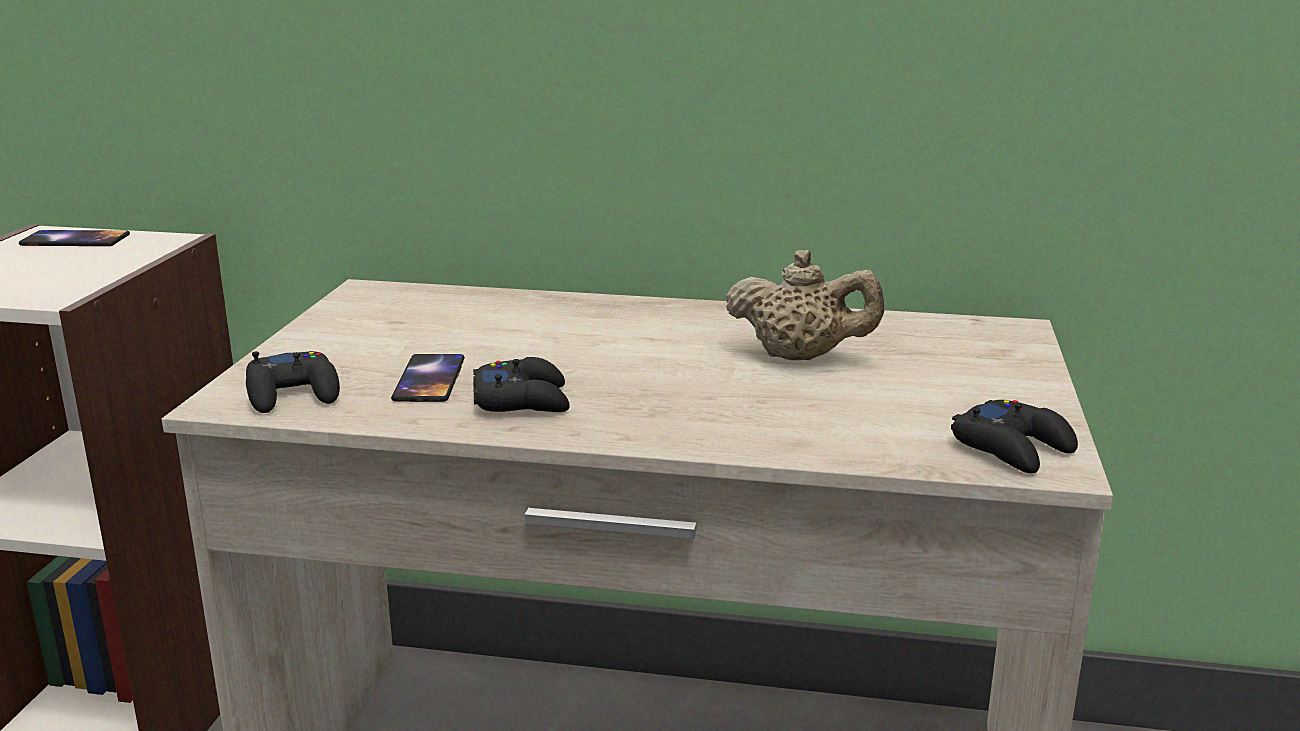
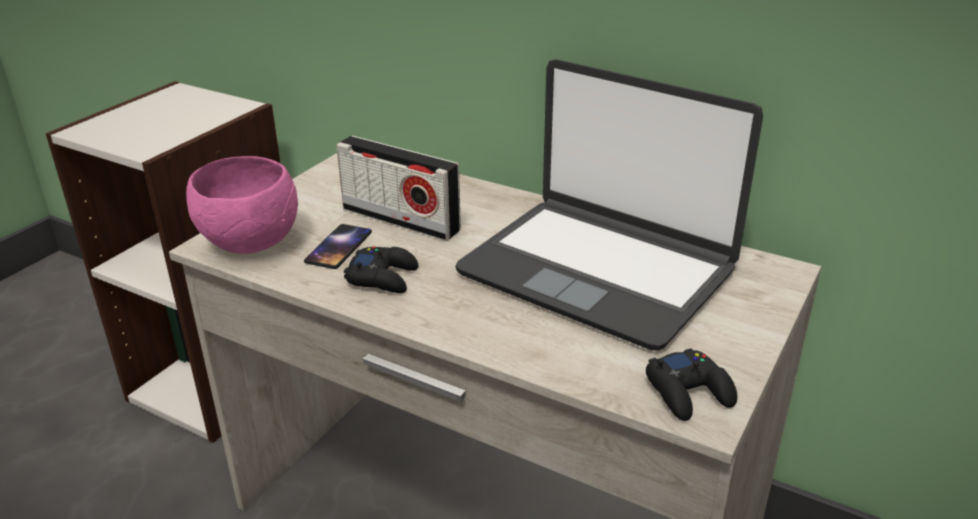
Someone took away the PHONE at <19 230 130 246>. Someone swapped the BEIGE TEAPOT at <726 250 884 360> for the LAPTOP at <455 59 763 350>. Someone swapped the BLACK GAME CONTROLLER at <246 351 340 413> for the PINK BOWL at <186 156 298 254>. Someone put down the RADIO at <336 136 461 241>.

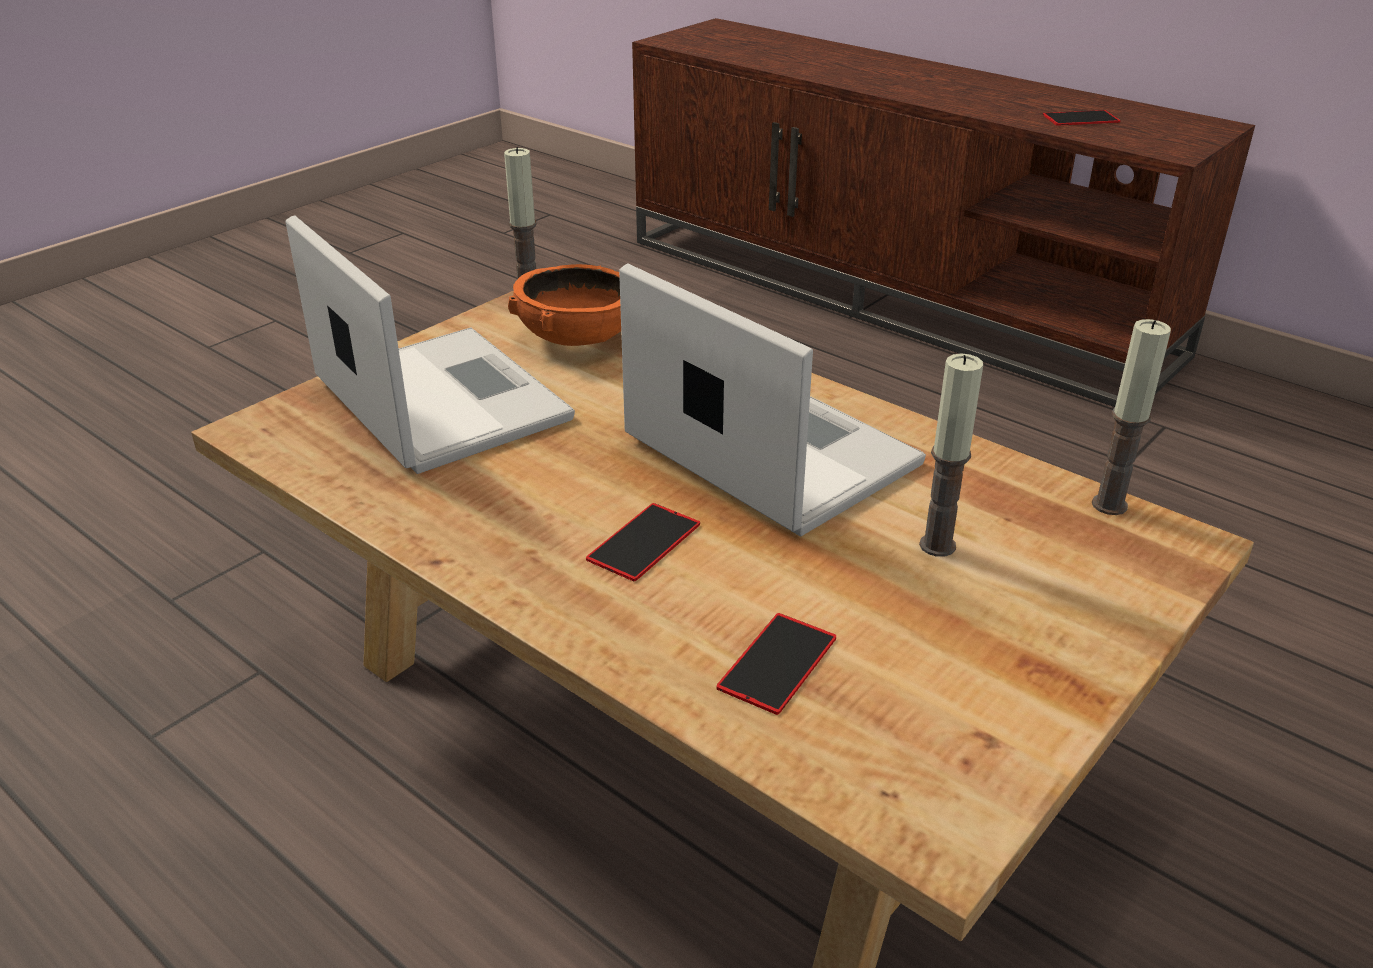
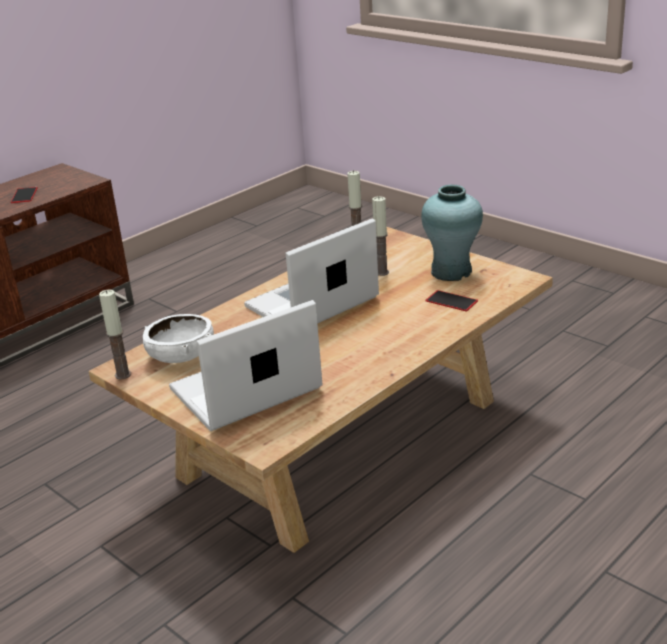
Someone repainted the ORANGE BOWL at <508 264 621 346>, which became the WHITE BOWL at <143 314 214 363>. Someone took away the PHONE at <586 503 700 581>. Someone put down the TURQUOISE VASE at <421 185 483 281>.

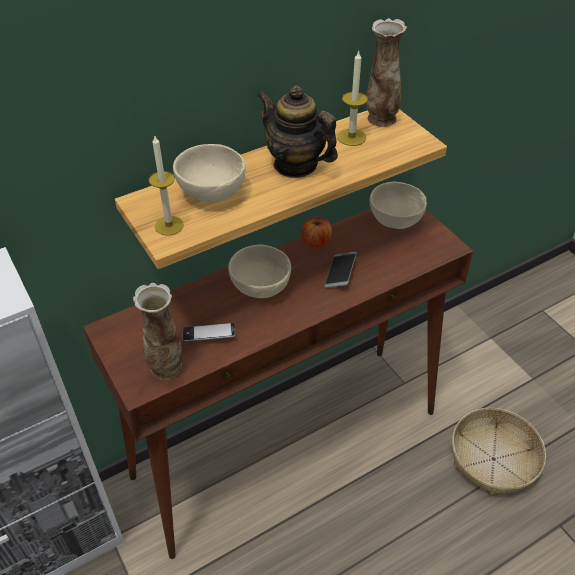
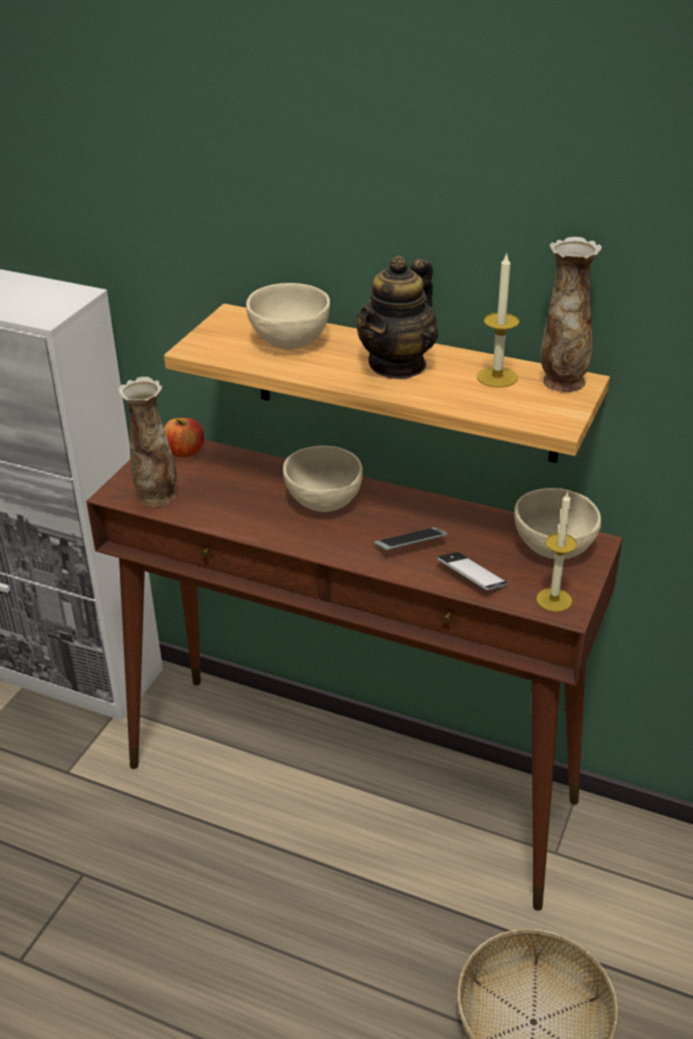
Someone rotated the TEAPOT at <258 86 338 178> by 150 degrees counterclockwise. Someone carried the CANDLE from <149 136 184 236> to <536 492 577 612>. Someone carried the APPLE from <301 217 332 249> to <164 418 204 457>. Someone carried the PHONE from <183 323 235 342> to <437 552 508 591>.

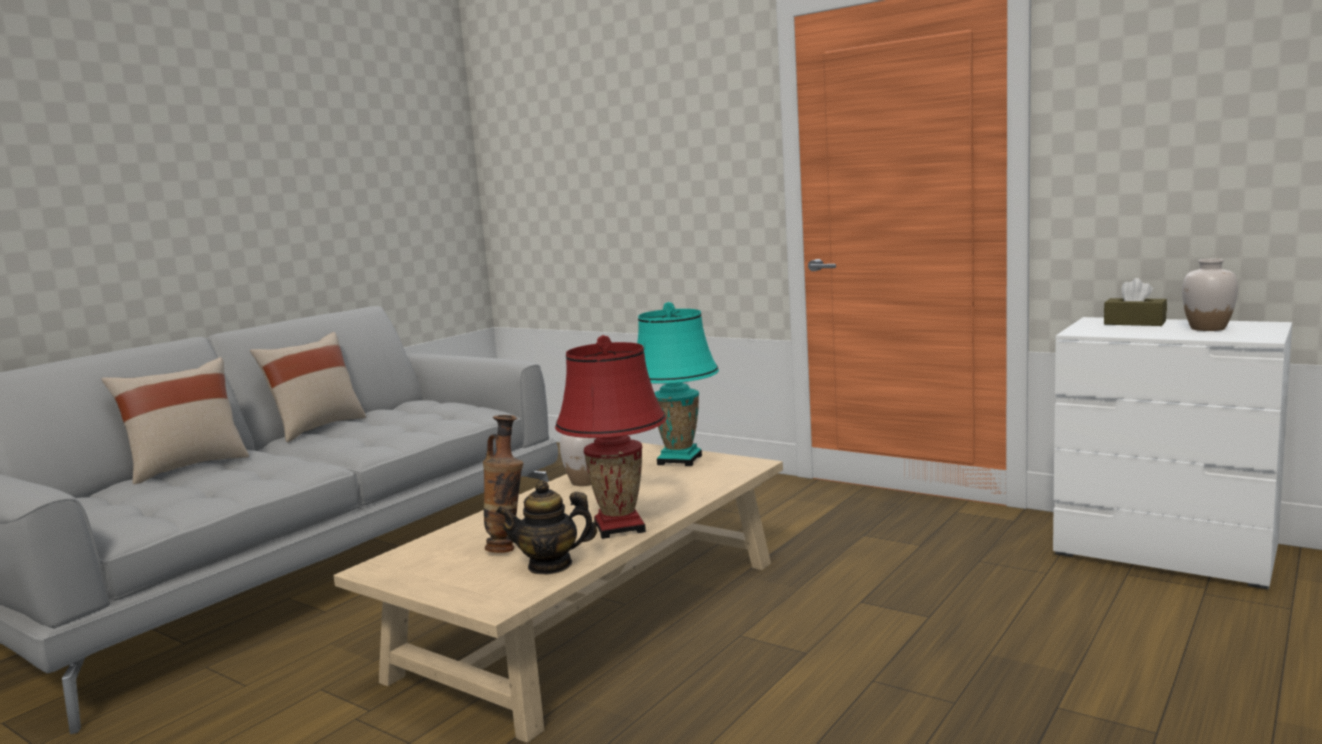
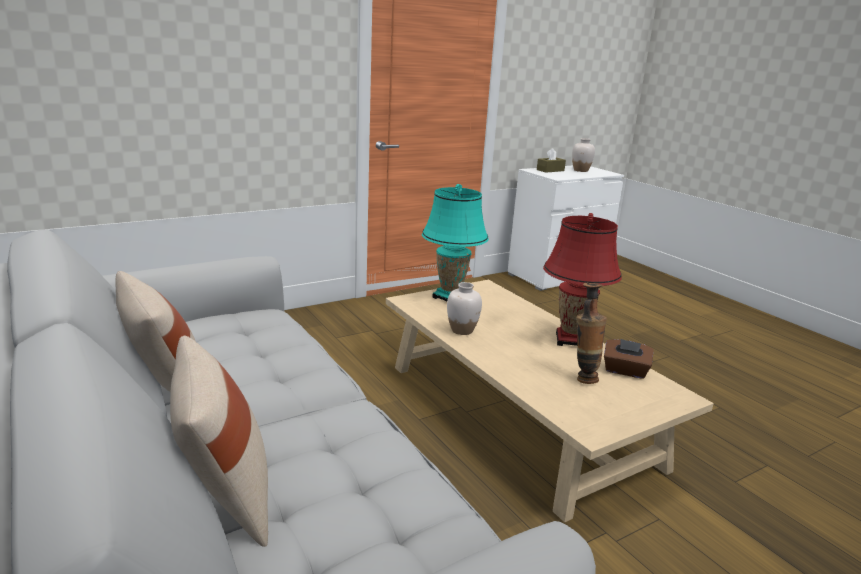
Someone swapped the TEAPOT at <496 480 597 575> for the BROWN TISSUE BOX at <604 339 654 379>.

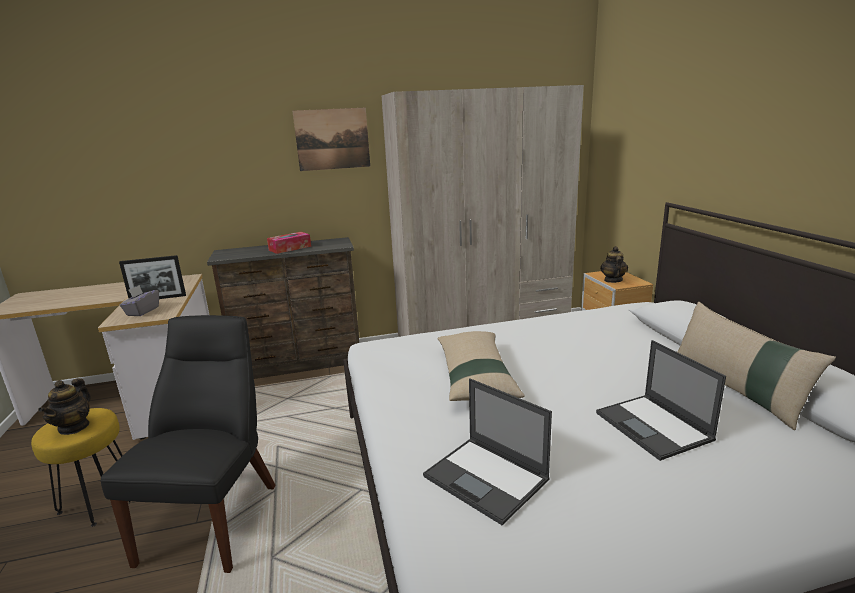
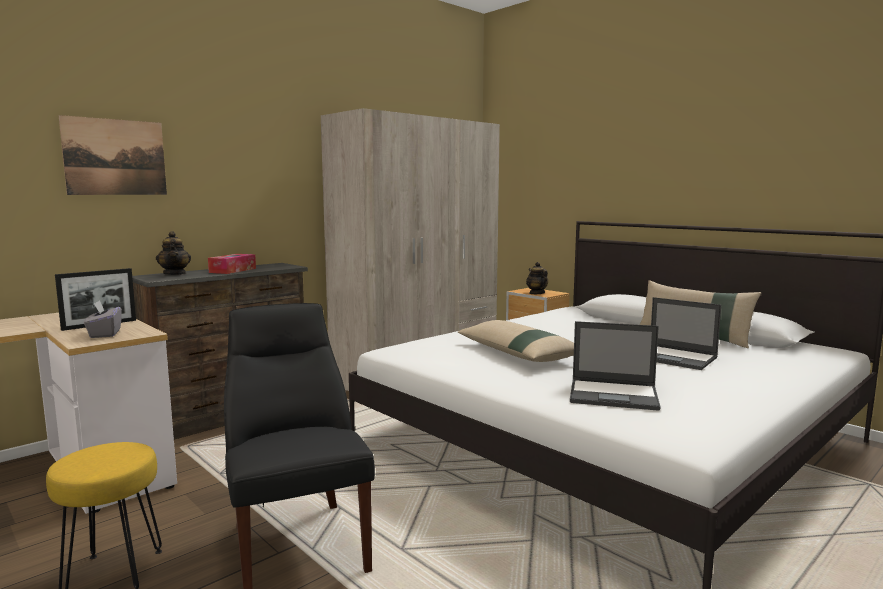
Someone carried the PICTURE from <292 108 370 171> to <58 115 167 195>. Someone carried the TEAPOT from <38 378 91 435> to <156 231 191 275>.

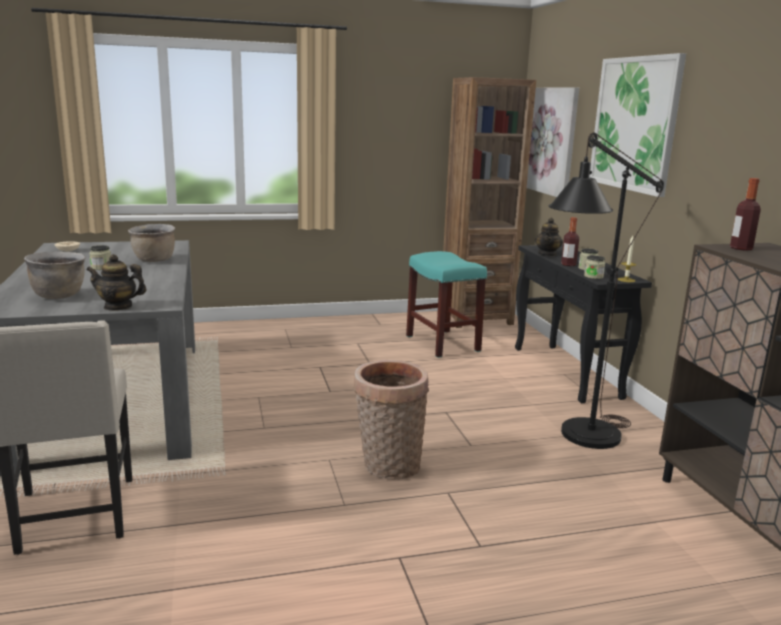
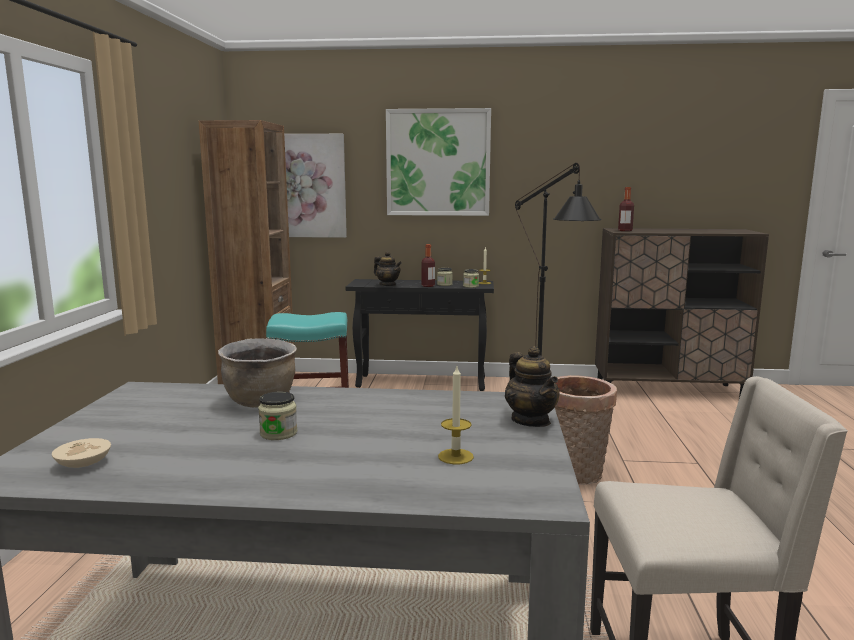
Someone swapped the BROWN COOKING POT at <24 252 86 299> for the CANDLE at <438 366 474 464>. Someone rotated the TEAPOT at <86 254 147 311> by 45 degrees counterclockwise.

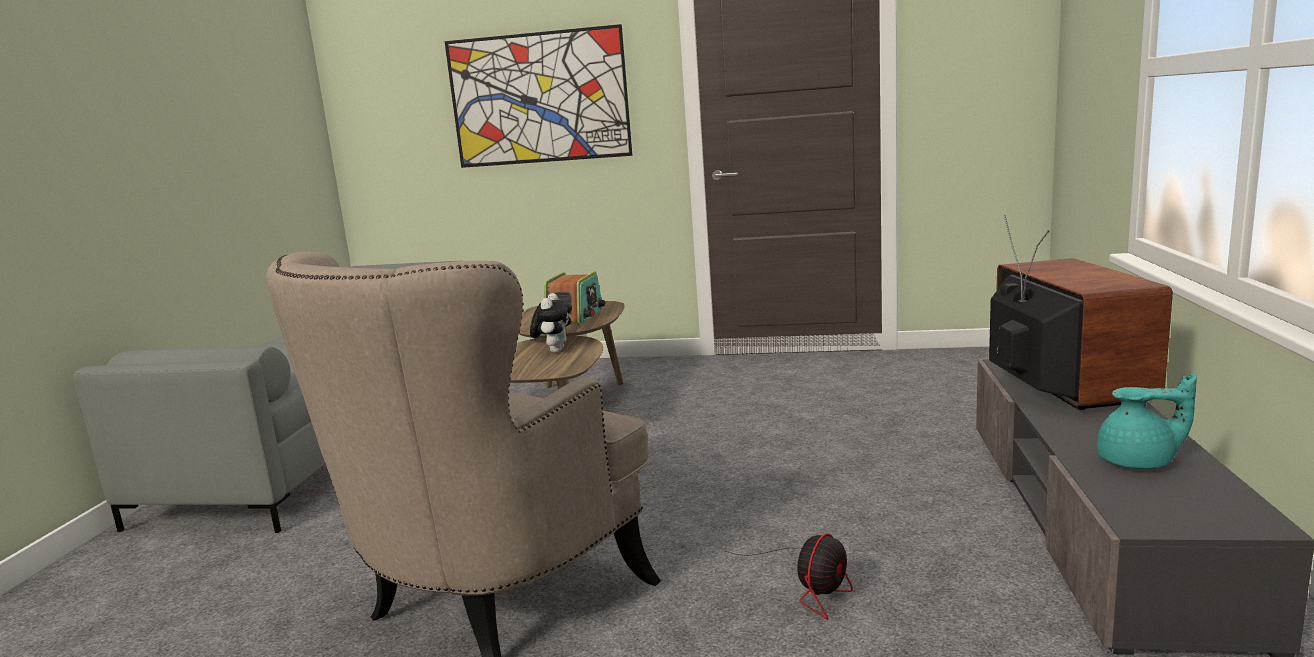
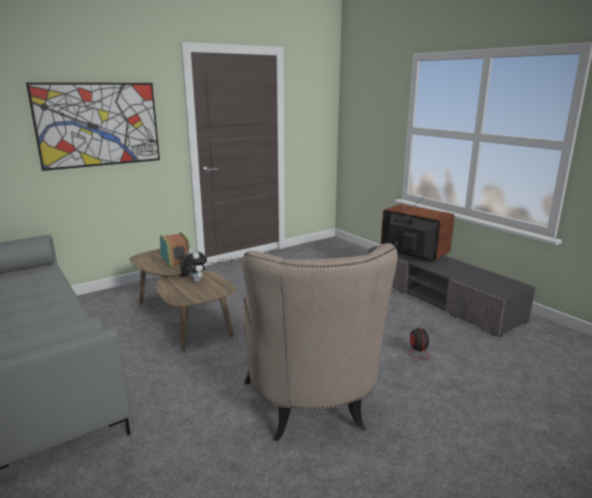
Someone took away the TURQUOISE TEAPOT at <1097 373 1197 469>.

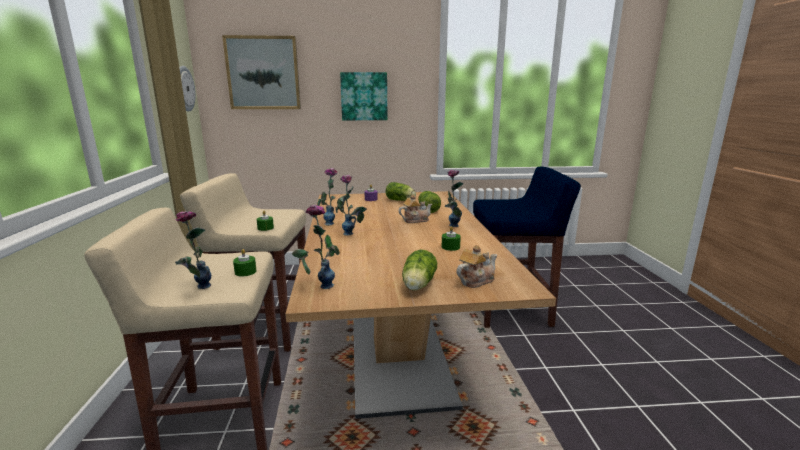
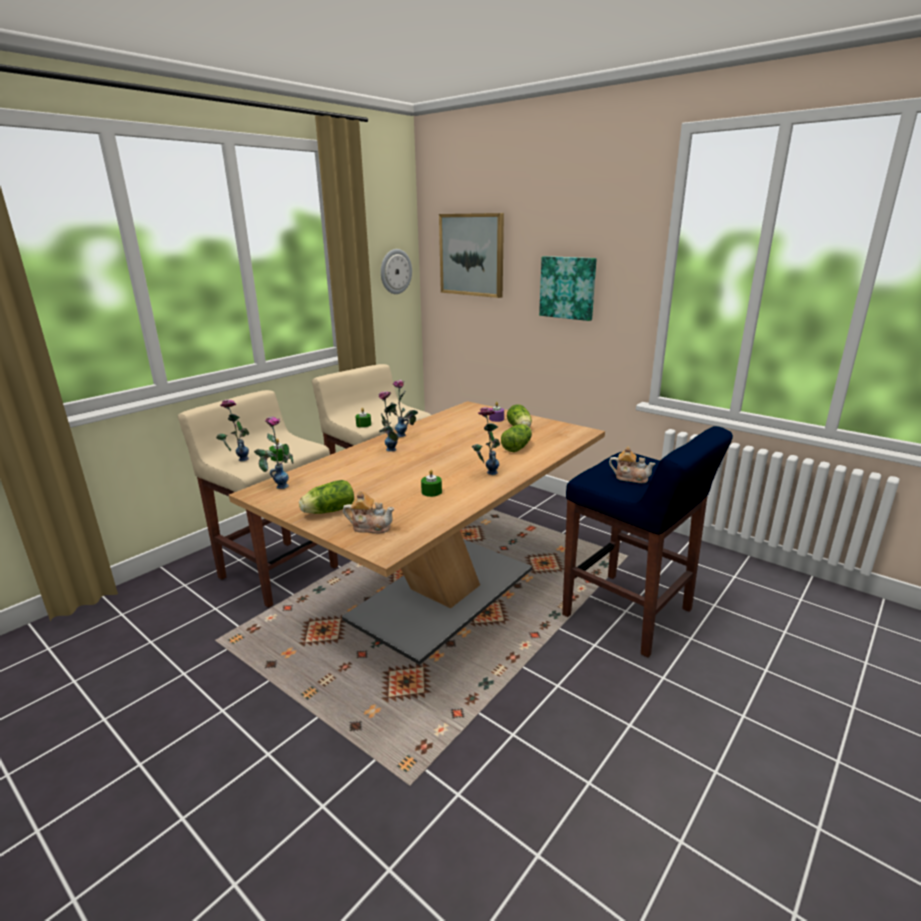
Someone carried the TEAPOT from <399 195 432 223> to <609 446 655 483>.

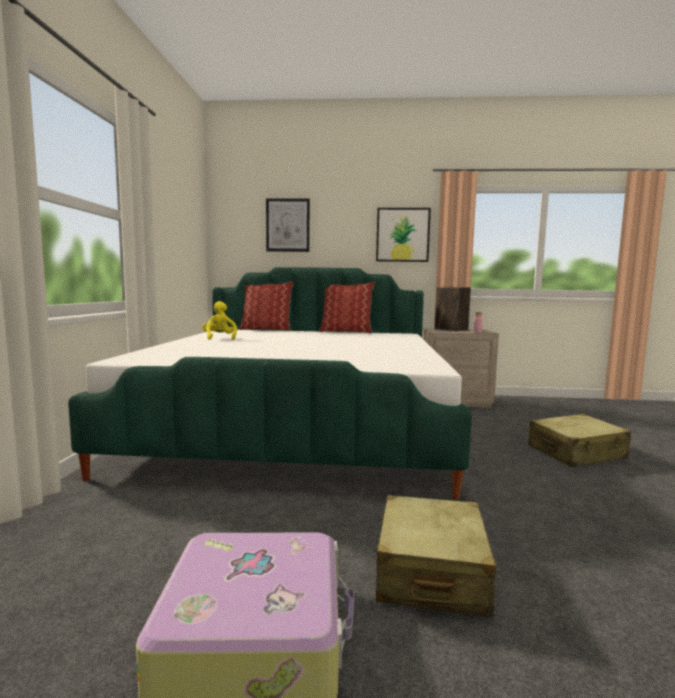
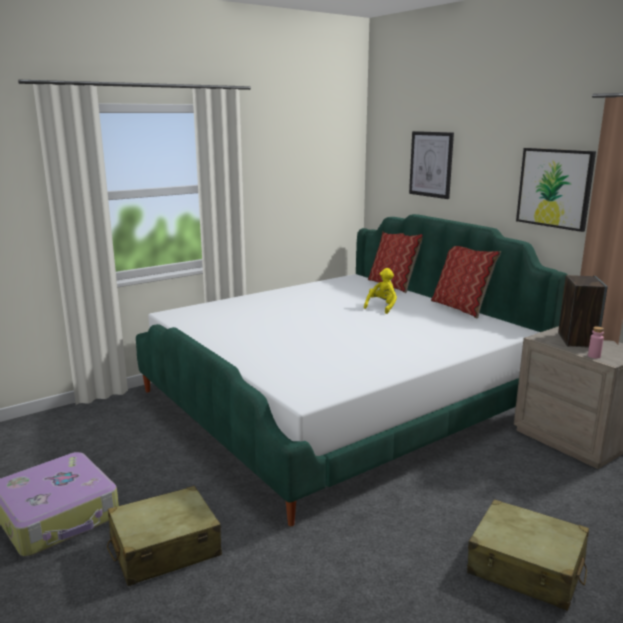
Someone carried the YELLOW PLUSH TOY from <202 301 237 340> to <364 268 397 314>.

